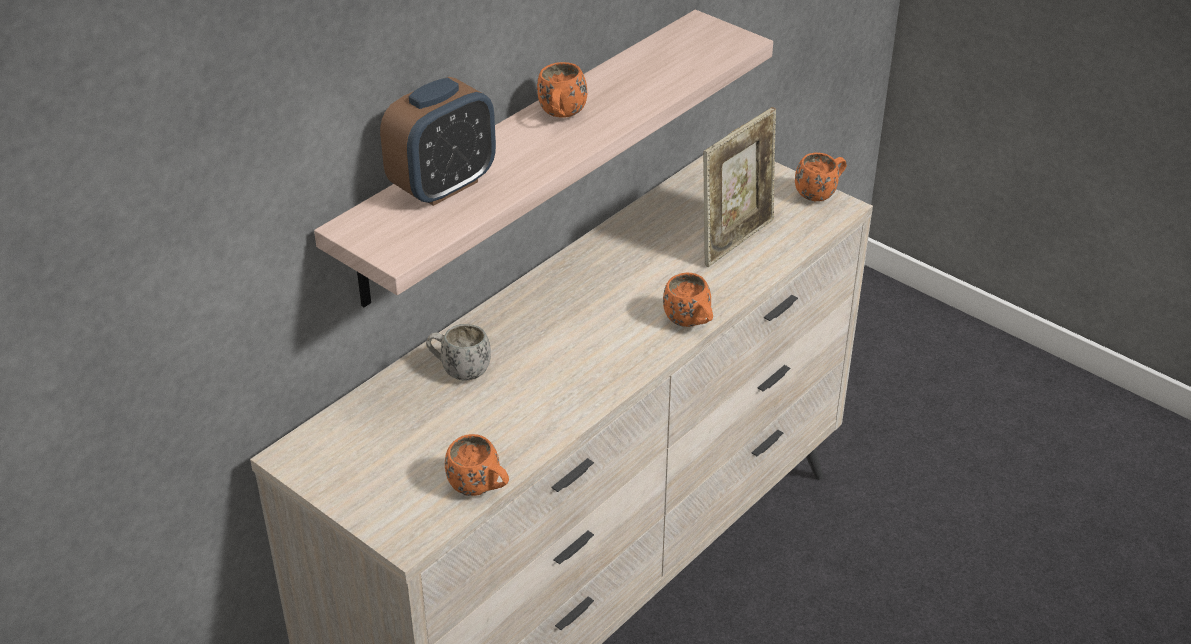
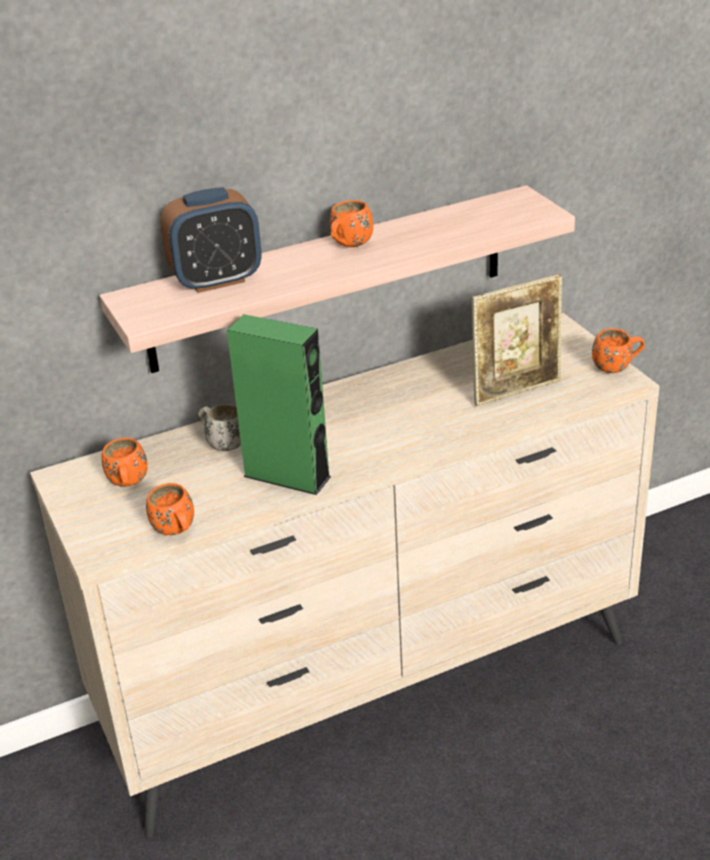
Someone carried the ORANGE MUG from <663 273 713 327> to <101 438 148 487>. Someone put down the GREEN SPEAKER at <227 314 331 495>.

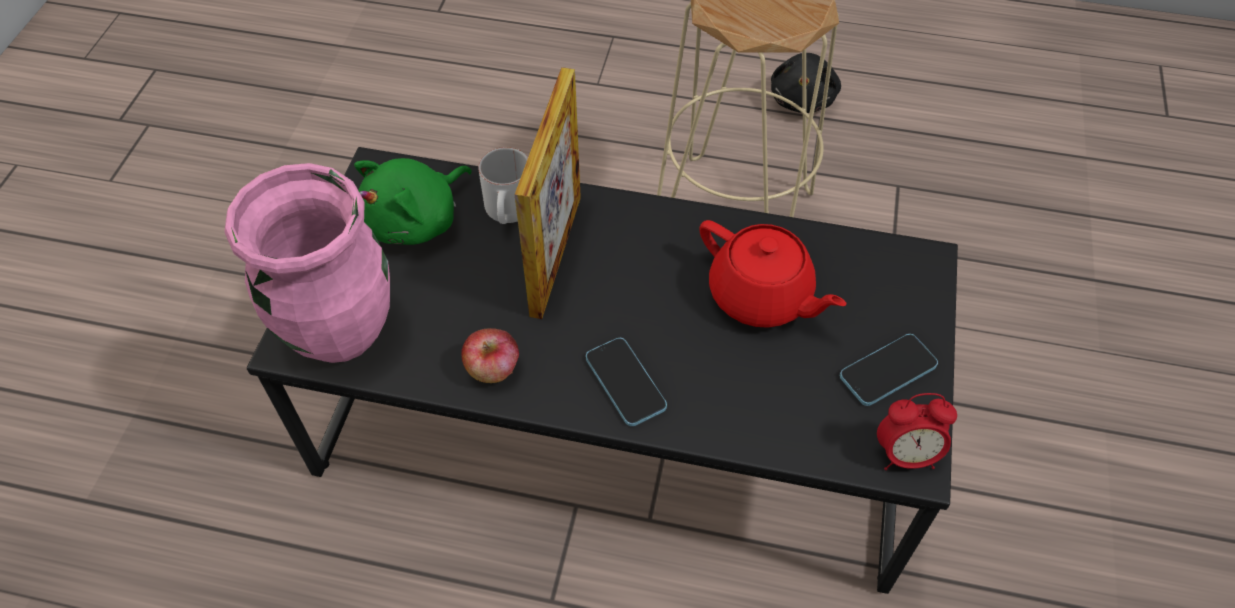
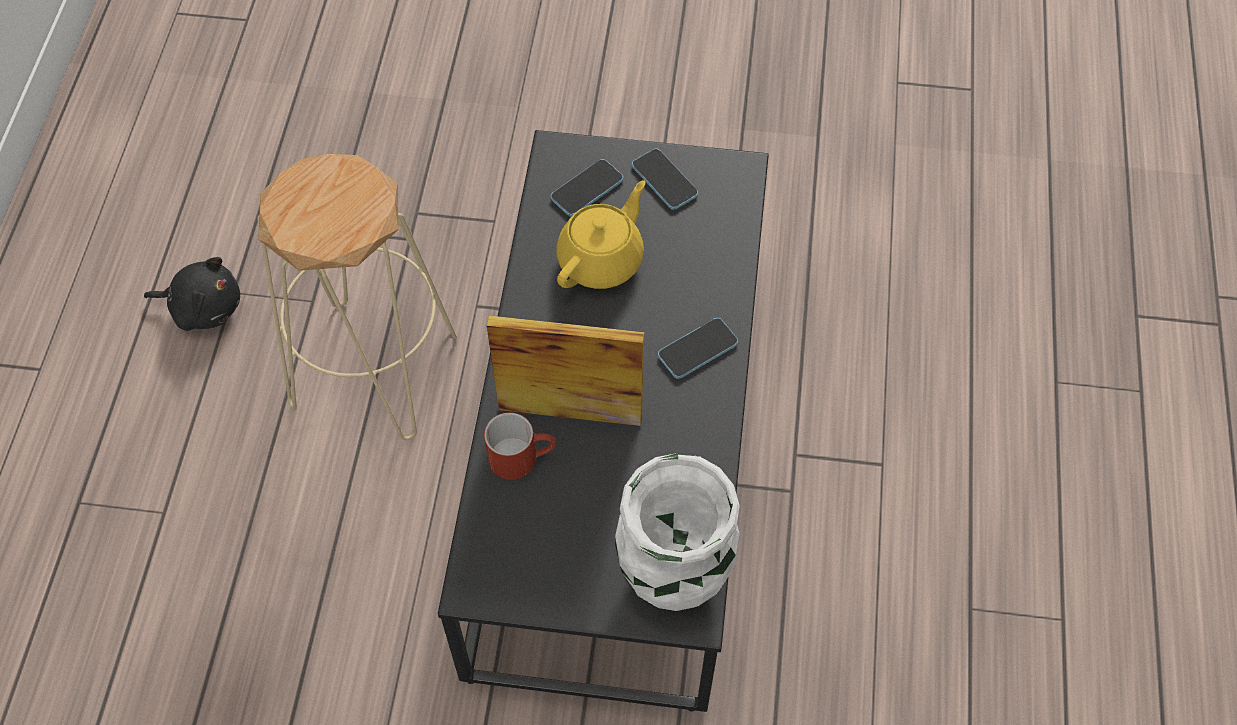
Someone repainted the WHITE MUG at <478 147 528 224>, which became the RED MUG at <484 412 556 480>. Someone took away the GREEN PLUSH TOY at <354 158 472 245>. Someone repainted the PINK VASE at <224 163 390 363>, which became the WHITE VASE at <615 453 740 611>. Someone repainted the RED TEAPOT at <699 220 846 328>, which became the YELLOW TEAPOT at <557 180 646 289>. Someone took away the APPLE at <461 328 519 383>. Someone took away the ALARM CLOCK at <877 393 957 470>. Someone put down the PHONE at <551 159 623 217>.

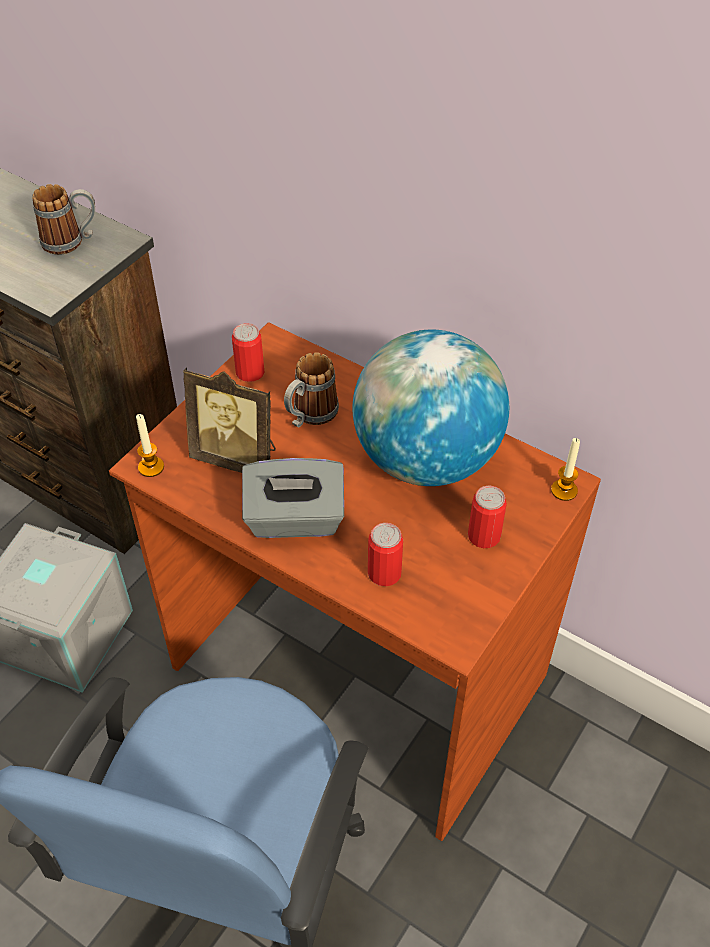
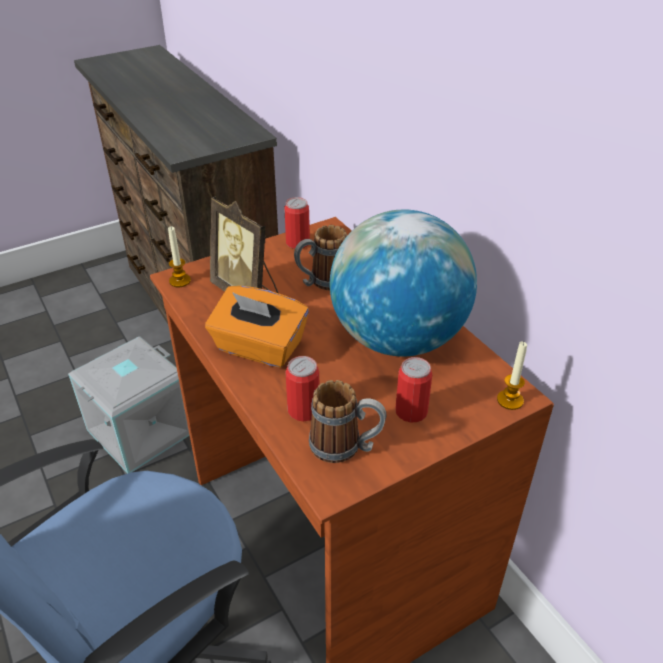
Someone carried the MUG from <32 184 95 255> to <309 380 386 463>. Someone repainted the GREY TISSUE BOX at <242 458 344 538>, which became the ORANGE TISSUE BOX at <205 286 309 368>.

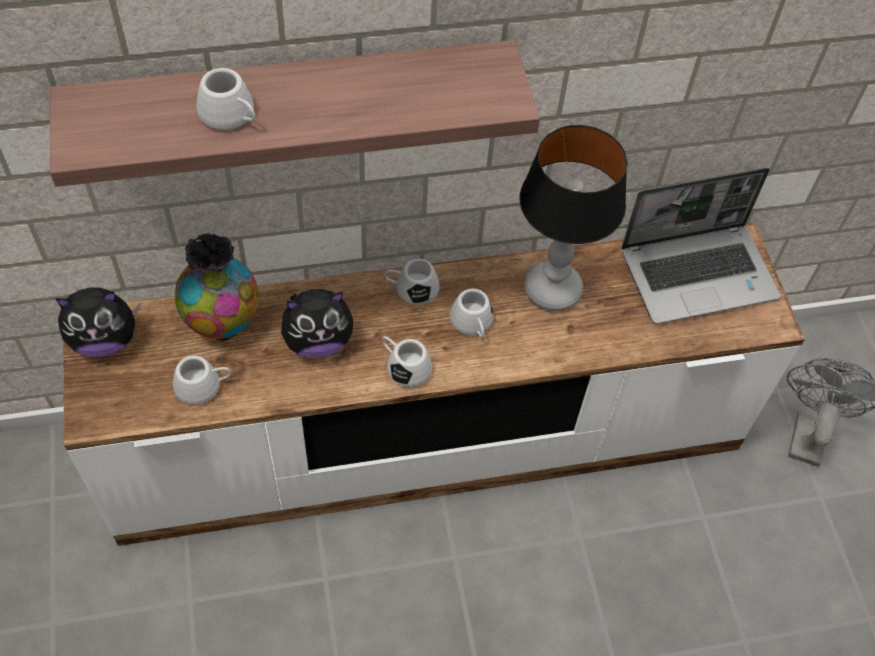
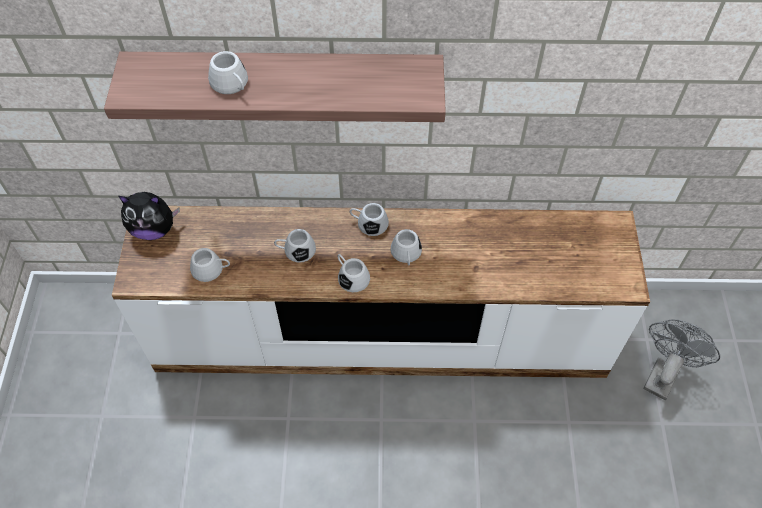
Someone took away the TABLE LAMP at <520 125 628 311>. Someone took away the LAPTOP at <621 168 781 324>. Someone took away the VASE at <175 233 259 342>. Someone swapped the PLUSH TOY at <281 289 355 358> for the WHITE MUG at <274 229 316 263>.

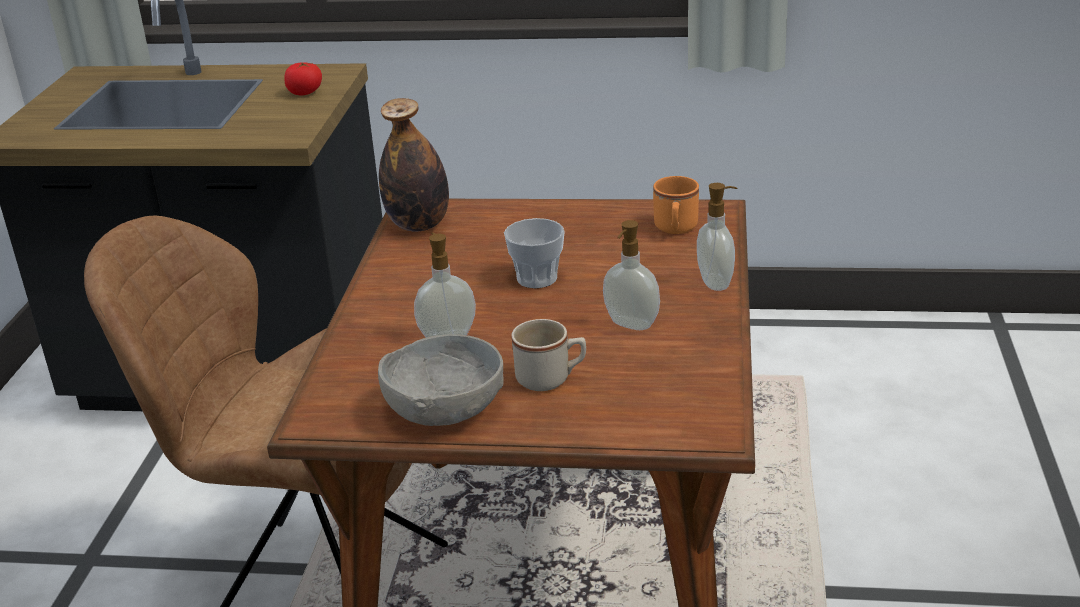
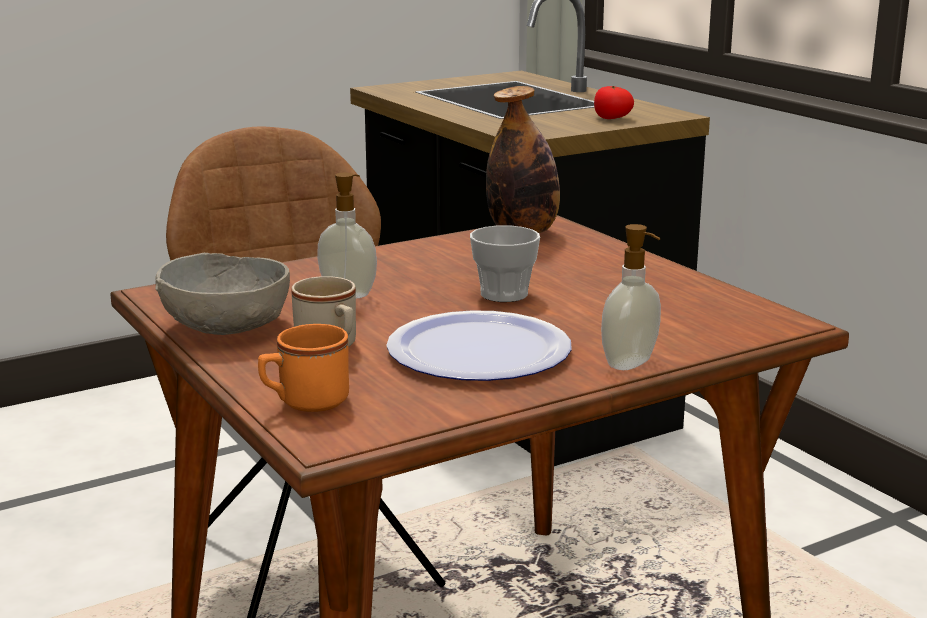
Someone carried the ORANGE MUG from <653 176 699 234> to <258 324 349 412>. Someone swapped the SOAP DISPENSER at <603 220 660 330> for the PLATE at <386 310 572 381>.

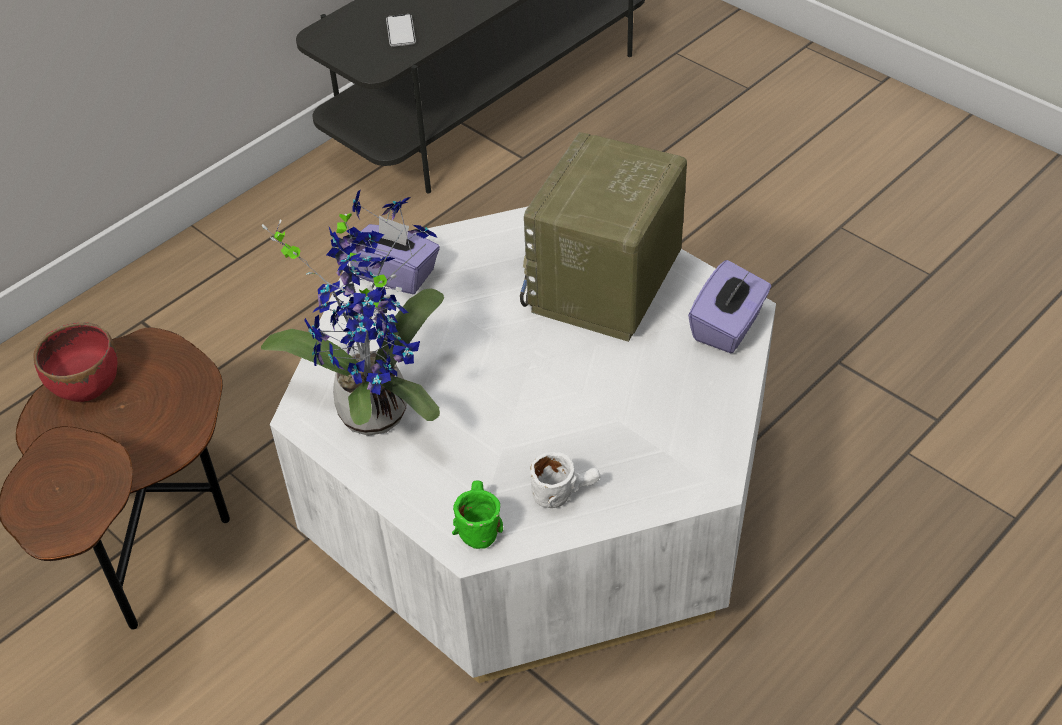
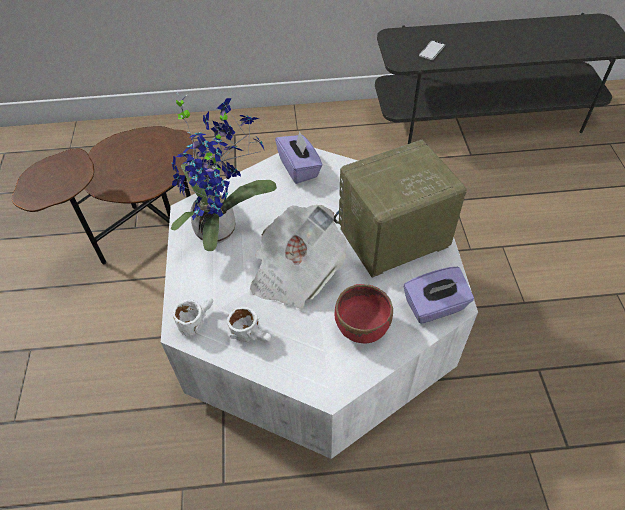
Someone carried the RED BOWL from <34 322 118 402> to <335 284 393 344>. Someone repainted the GREEN MUG at <452 480 503 549>, which became the WHITE MUG at <173 297 213 336>. Someone put down the NEWSPAPER at <250 205 347 308>.

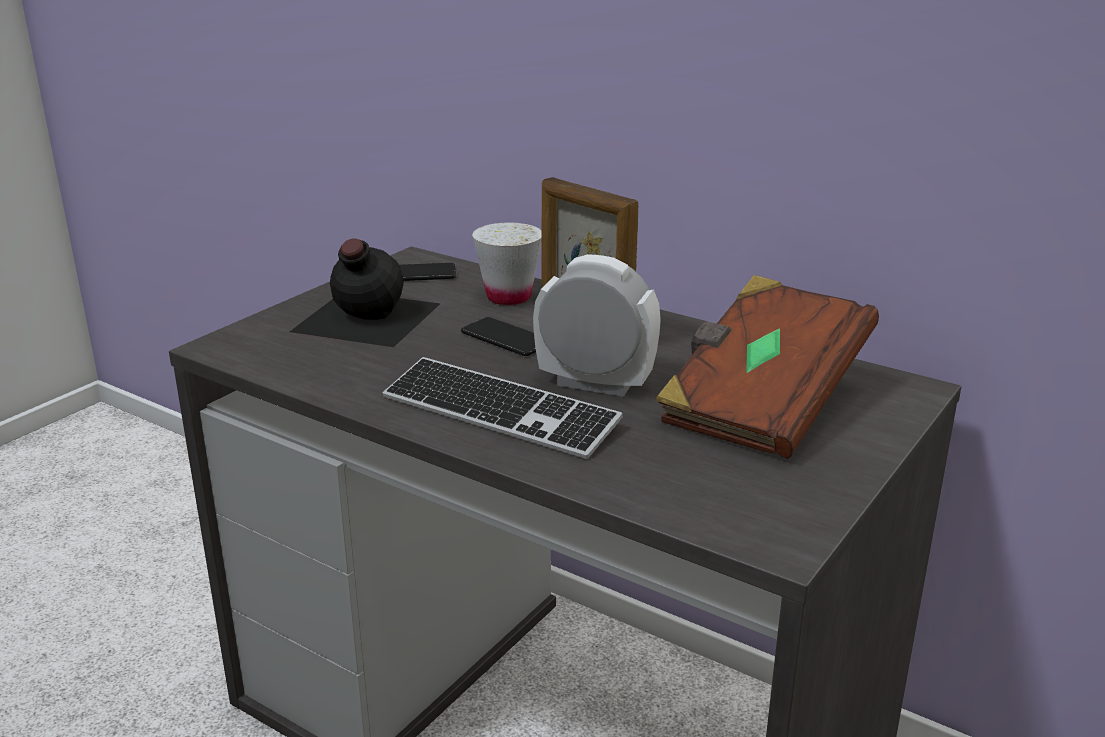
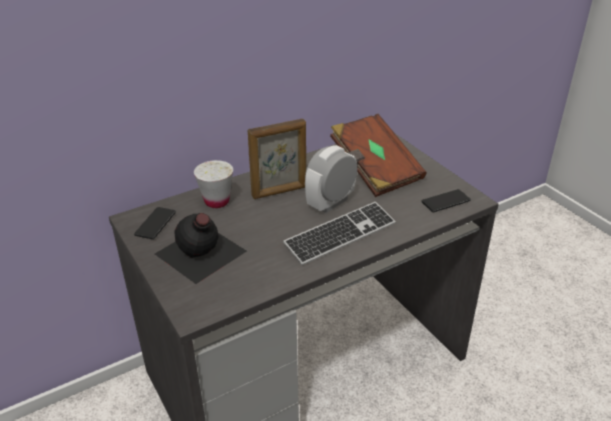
Someone carried the PHONE from <461 317 536 356> to <422 189 471 212>.

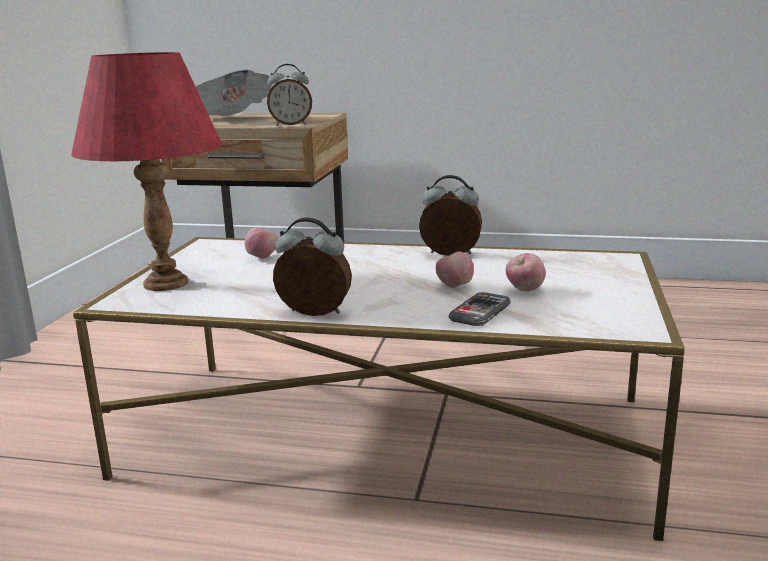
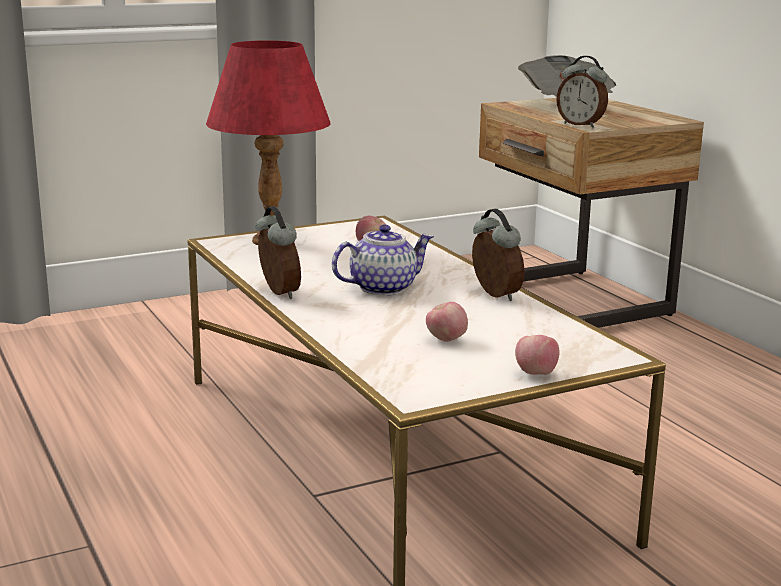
Someone carried the APPLE from <435 251 474 288> to <515 335 559 375>. Someone took away the PHONE at <448 292 511 326>. Someone put down the TEAPOT at <332 224 434 296>.

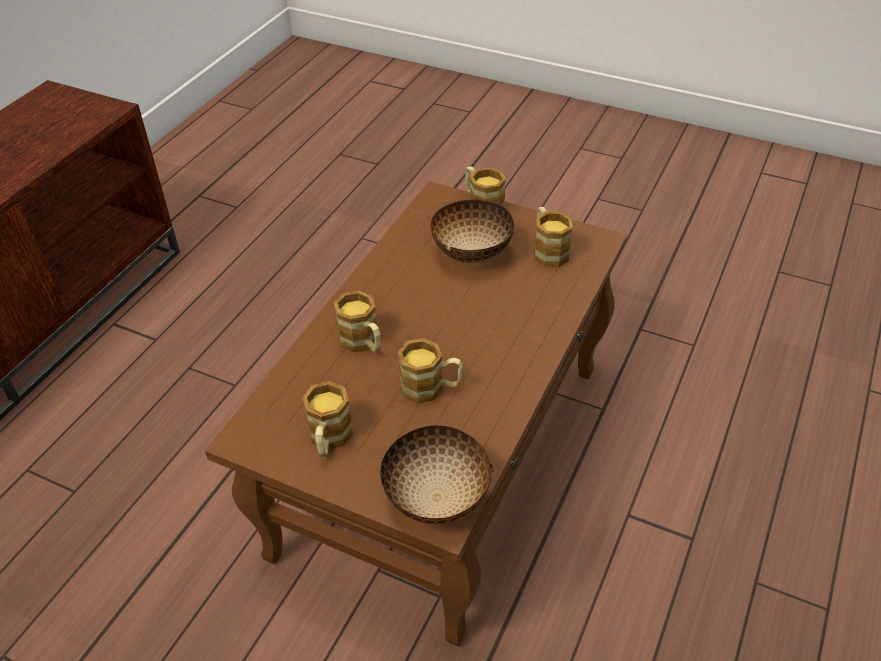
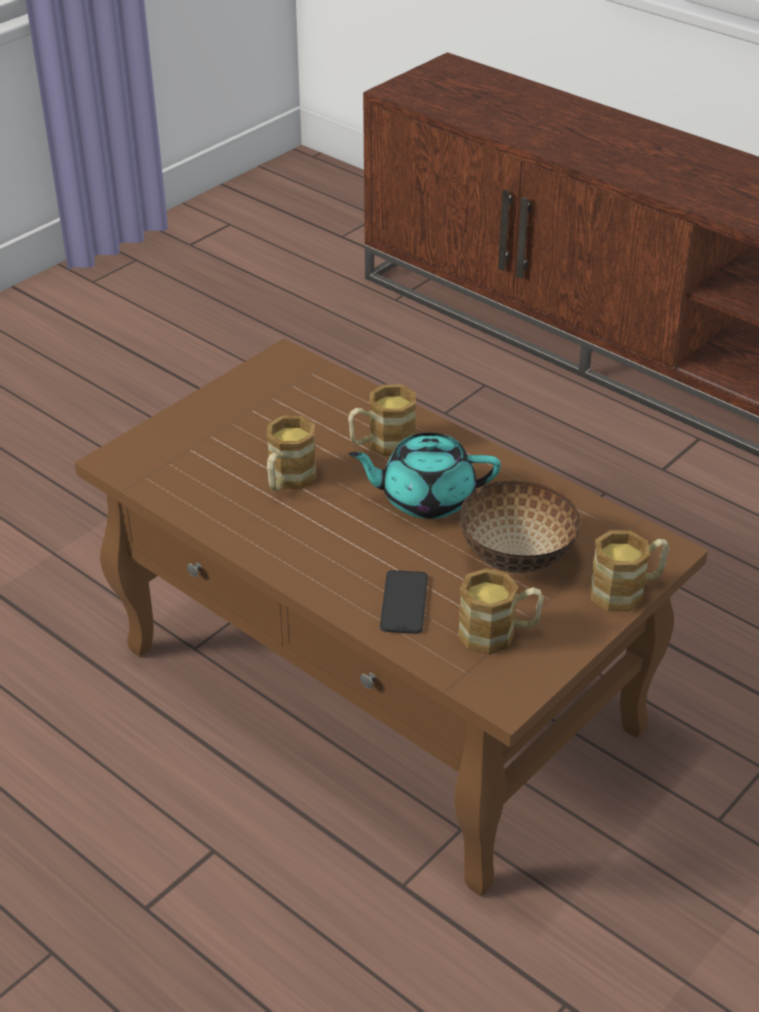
Someone took away the MUG at <302 381 353 457>. Someone took away the BOWL at <380 425 493 524>. Someone put down the TURQUOISE TEAPOT at <348 432 501 519>. Someone put down the PHONE at <380 570 428 634>.

